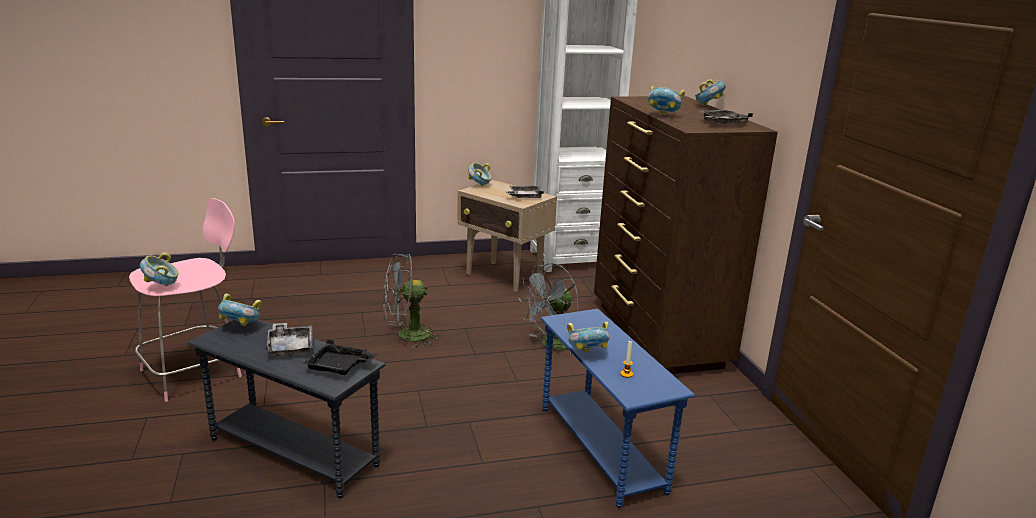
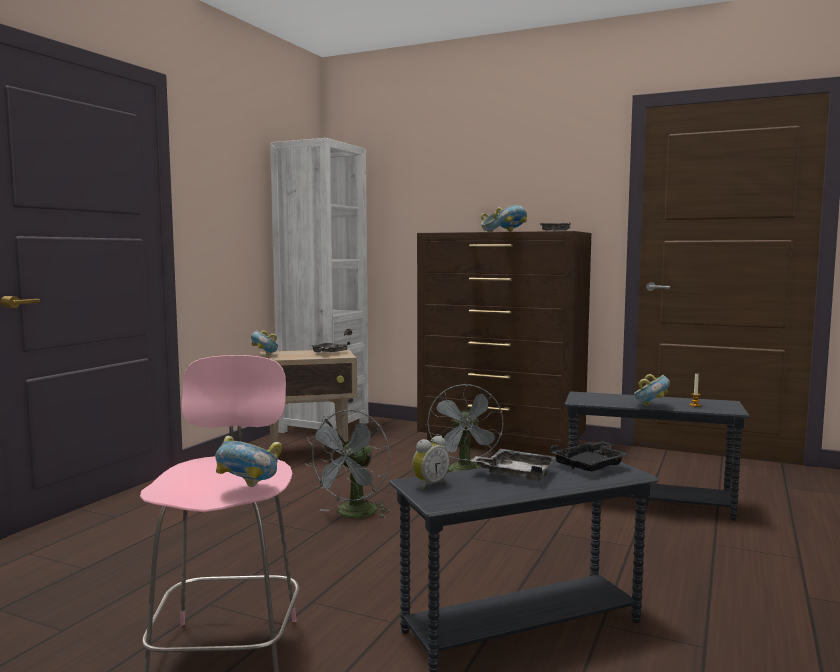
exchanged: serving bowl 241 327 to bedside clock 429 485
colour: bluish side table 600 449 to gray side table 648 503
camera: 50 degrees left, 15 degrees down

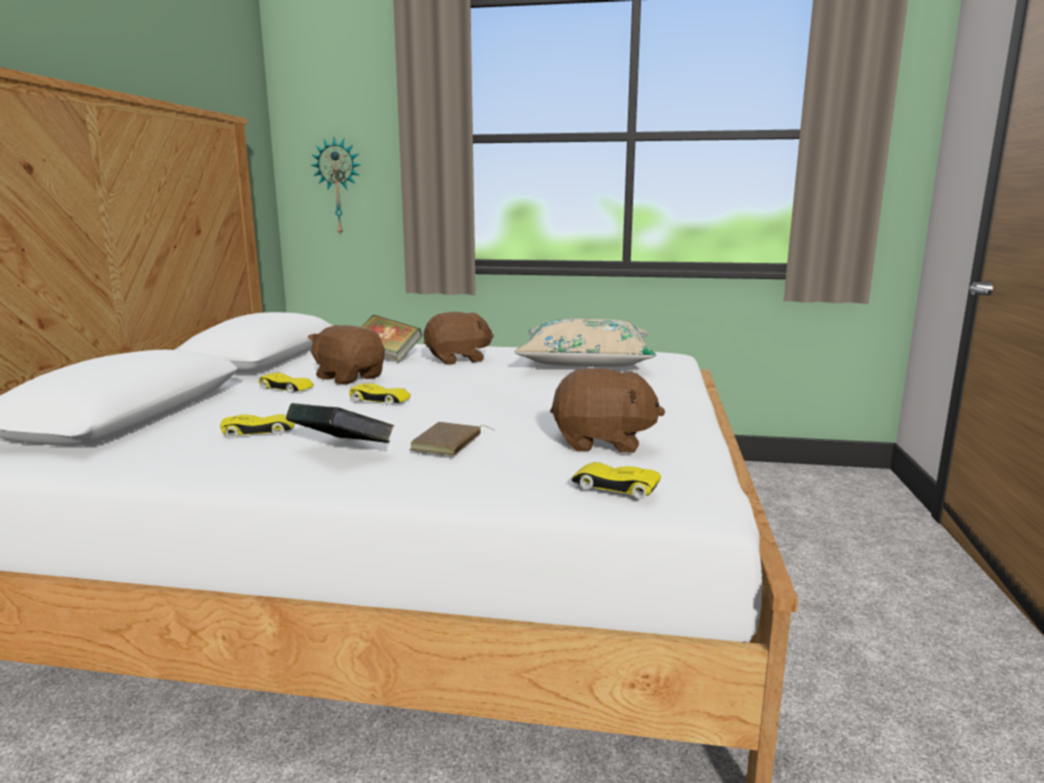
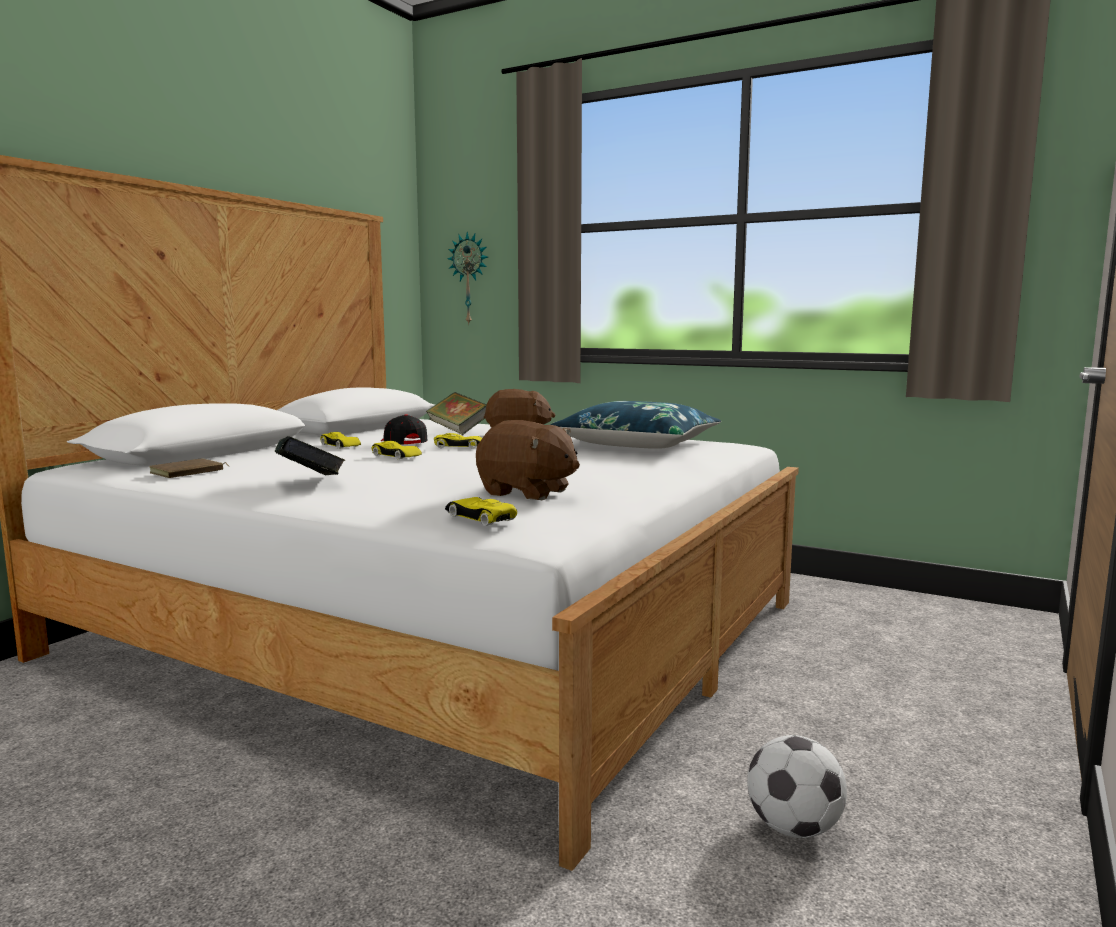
appeared: ball for football 793 828
relocated: yellowish miniature car 259 431 to 460 446; brownish bound book 449 443 to 188 472
exchanged: brownish plush toy 349 378 to black-coloured cap 403 442
colour: beige-coloured throw pillow 585 361 to bluish throw pillow 637 444
camera: 20 degrees right, 5 degrees down

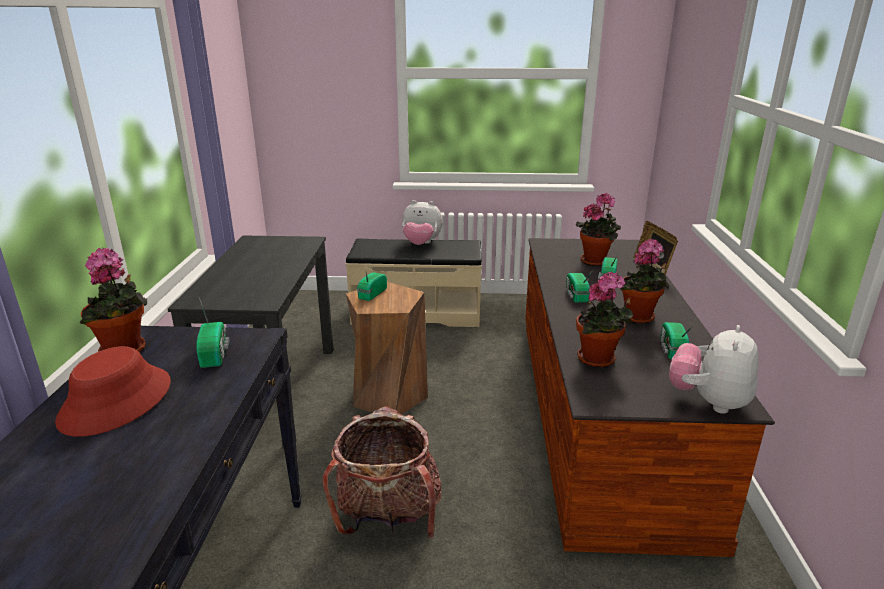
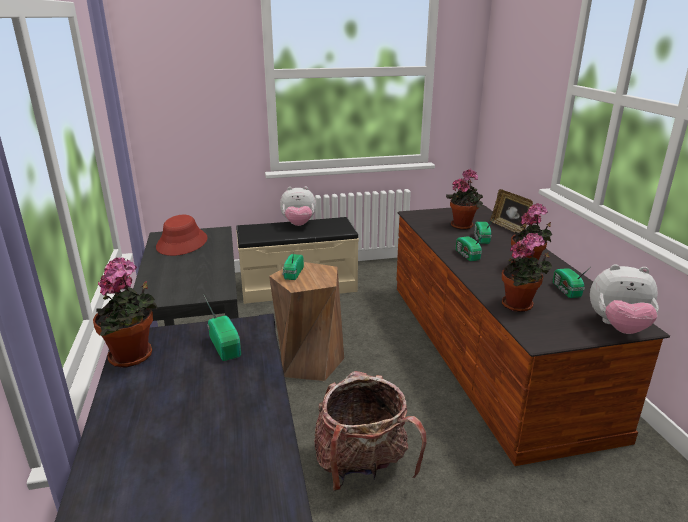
relocated: red-coloured hat 116 401 to 182 243
spun: plush toy 708 402 = 618 327 90 degrees counterclockwise
camera: 15 degrees left, 0 degrees up

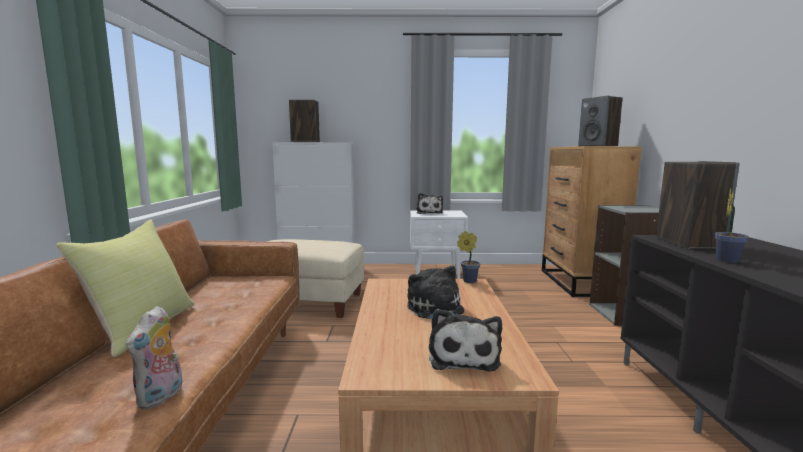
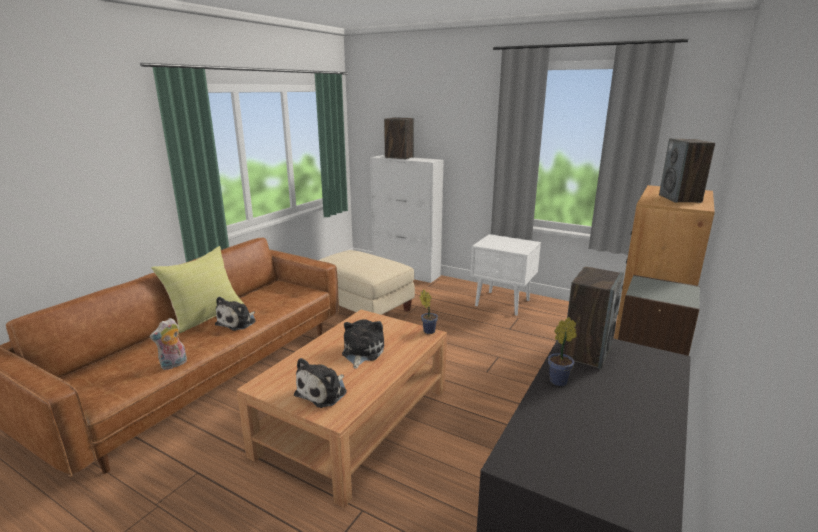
relocated: plush toy 429 213 to 238 322
camera: 30 degrees right, 10 degrees up

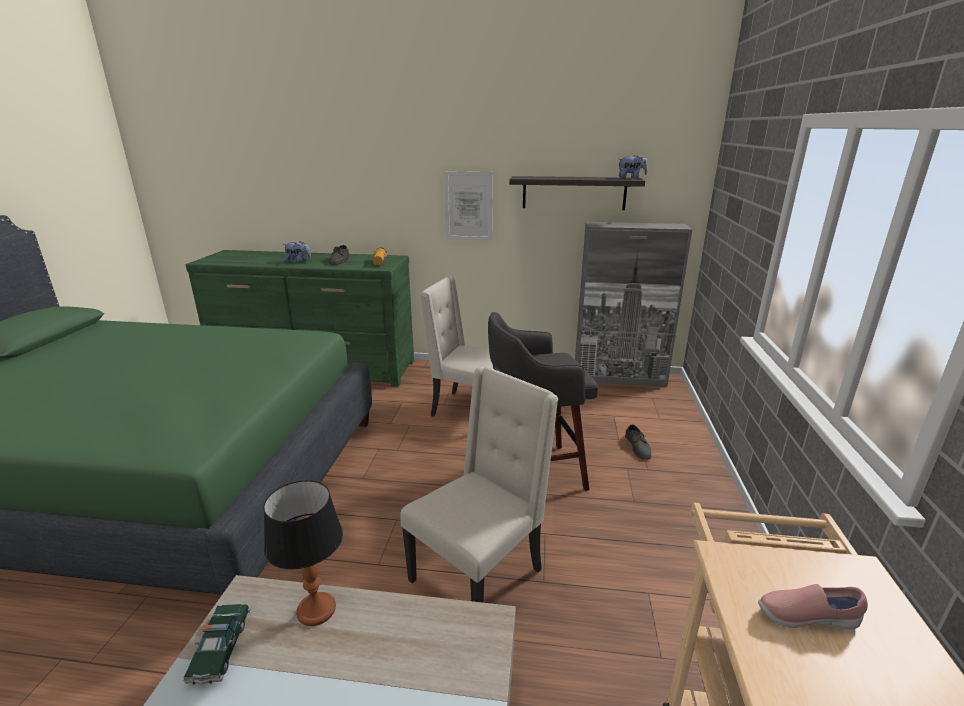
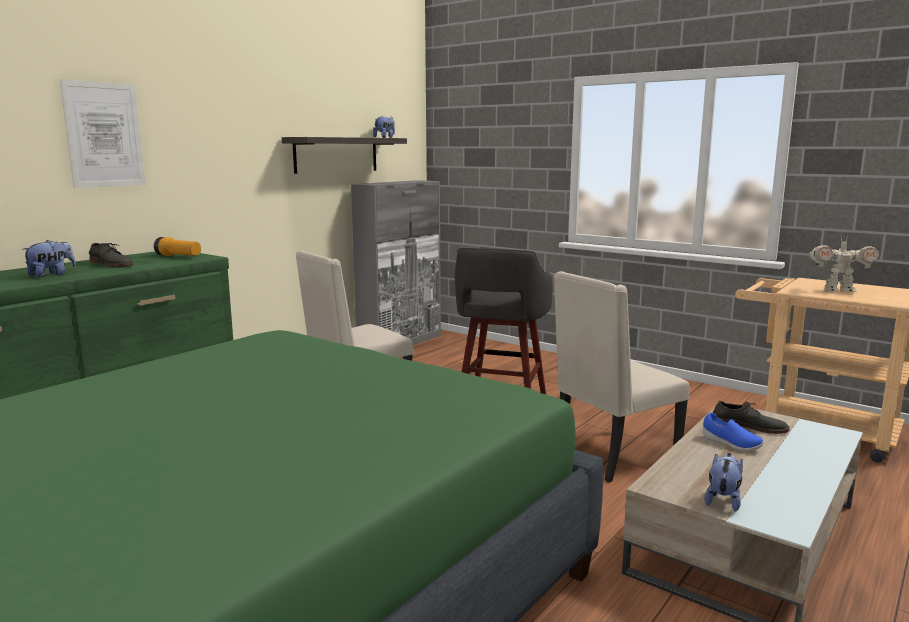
missing: tabletop lamp 317 610
appeared: bluish low shoe 731 444
relocated: wall art 468 206 to 104 135; gray low shoe 638 447 to 748 426
exchanged: pinkish low shoe 805 617 to robot figure 838 290; miniature car 220 648 to plush toy 723 500
spun: beige-coloured chair 479 575 = 612 456 105 degrees counterclockwise
camera: 60 degrees left, 10 degrees down

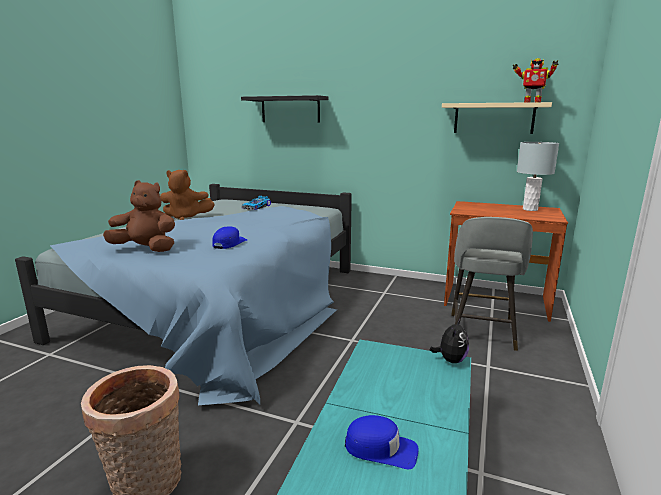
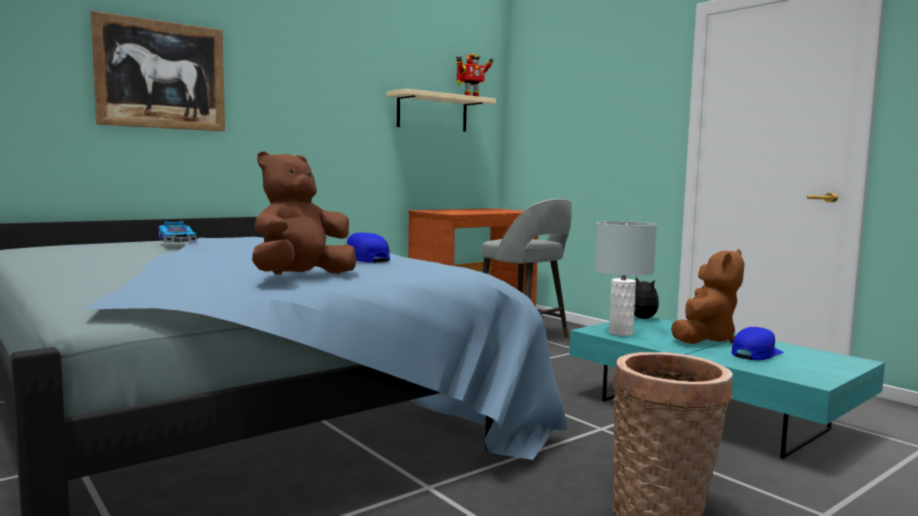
relocated: gray tabletop lamp 530 209 to 621 333; brownish plush toy 186 217 to 704 339
exchanged: black-coloured bracket shelf 290 109 to wall art 161 75
camera: 60 degrees left, 10 degrees down

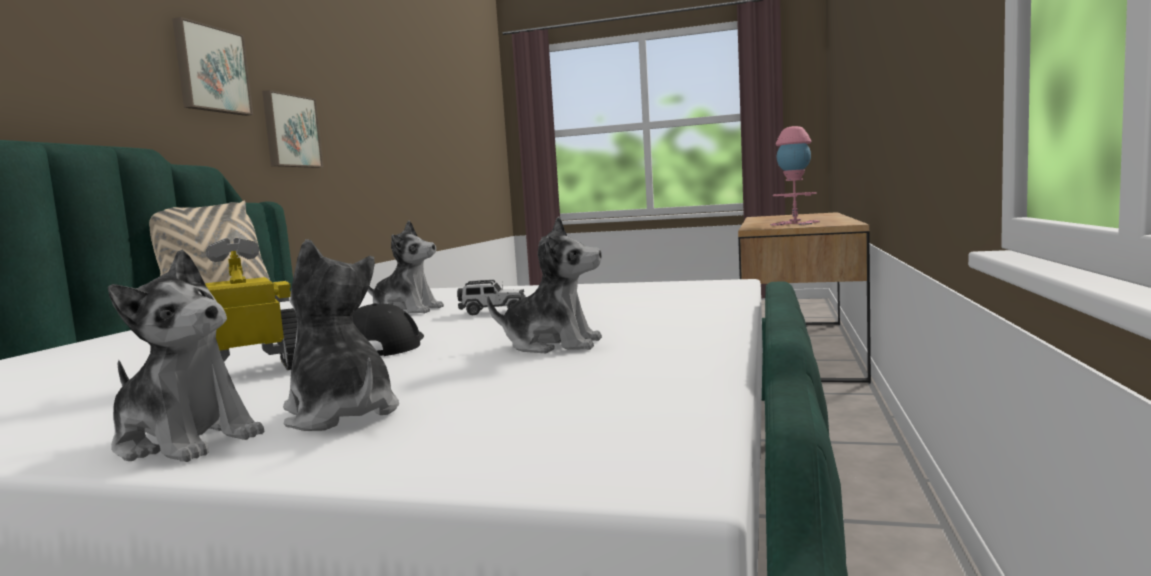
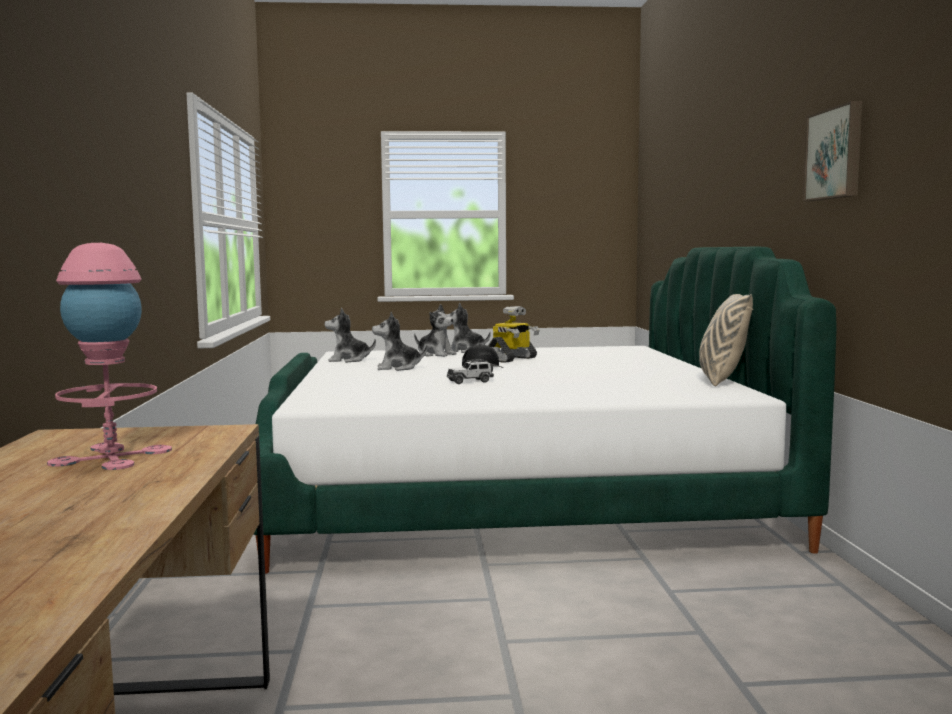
missing: wall art 290 131
relocated: plush toy 407 310 to 348 360
camera: 160 degrees right, 0 degrees up

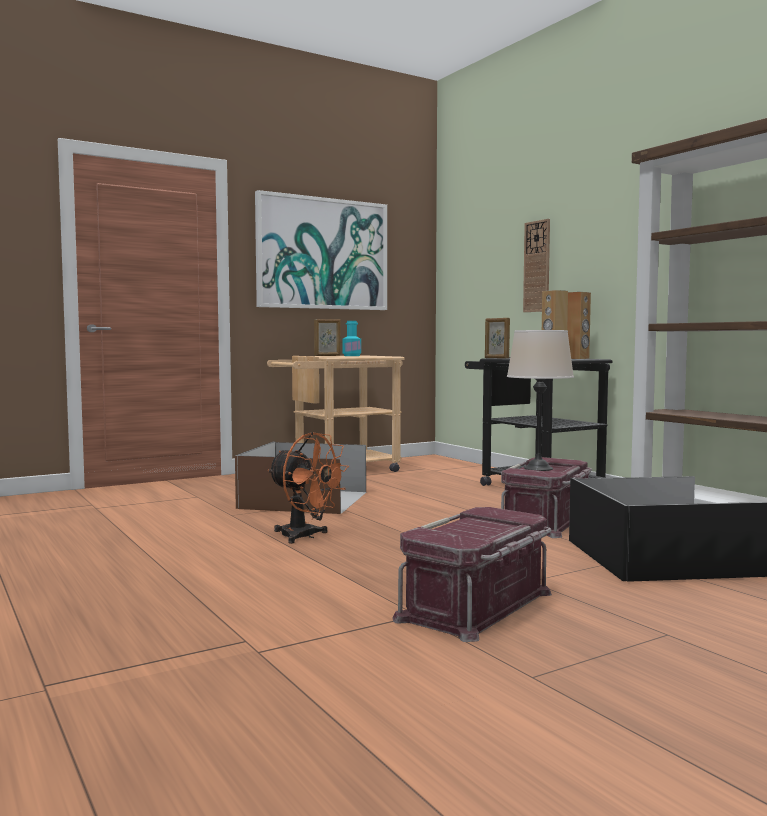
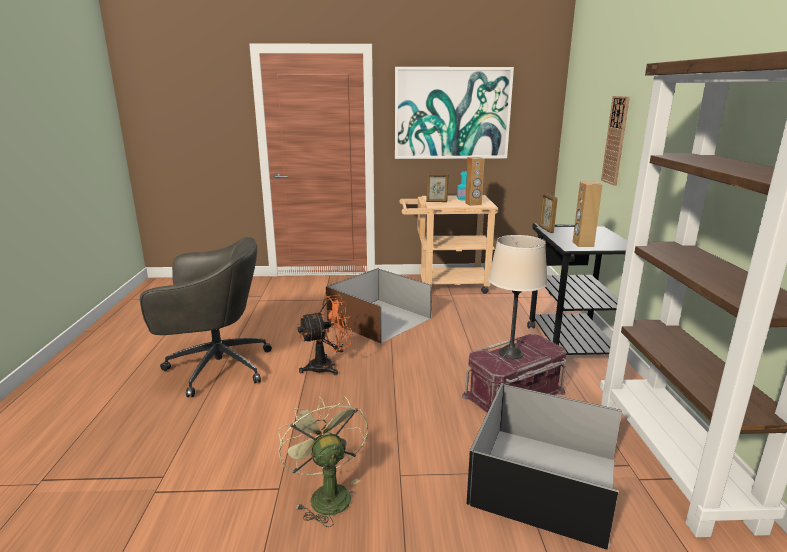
appeared: gray computer chair 215 367
relocated: brownish loudspeaker 577 358 to 473 204
exchanged: red-coloured storage container 477 606 to greenish fan 326 494
spun: orange-coloured fan 305 537 = 327 366 90 degrees counterclockwise
camera: 30 degrees right, 15 degrees up

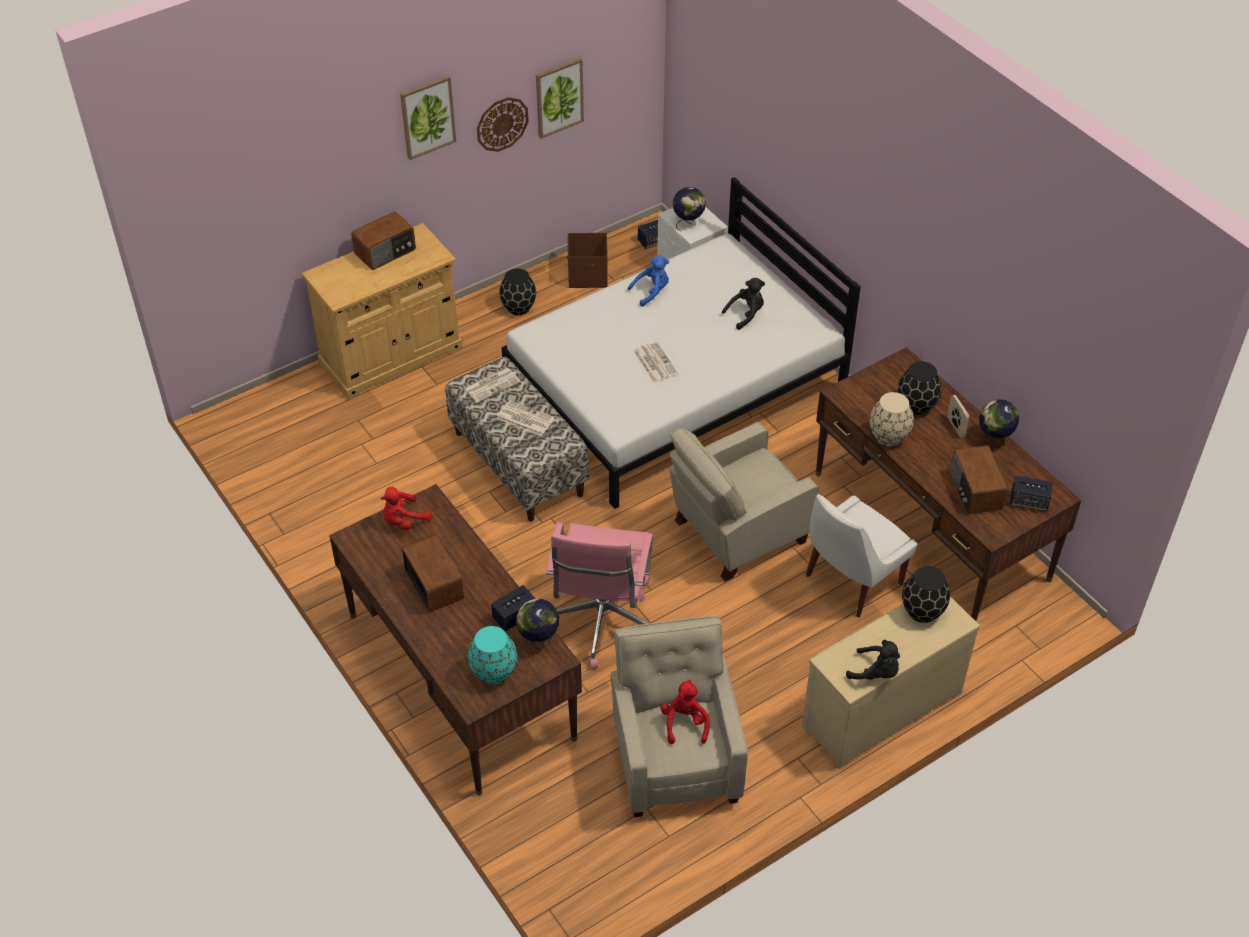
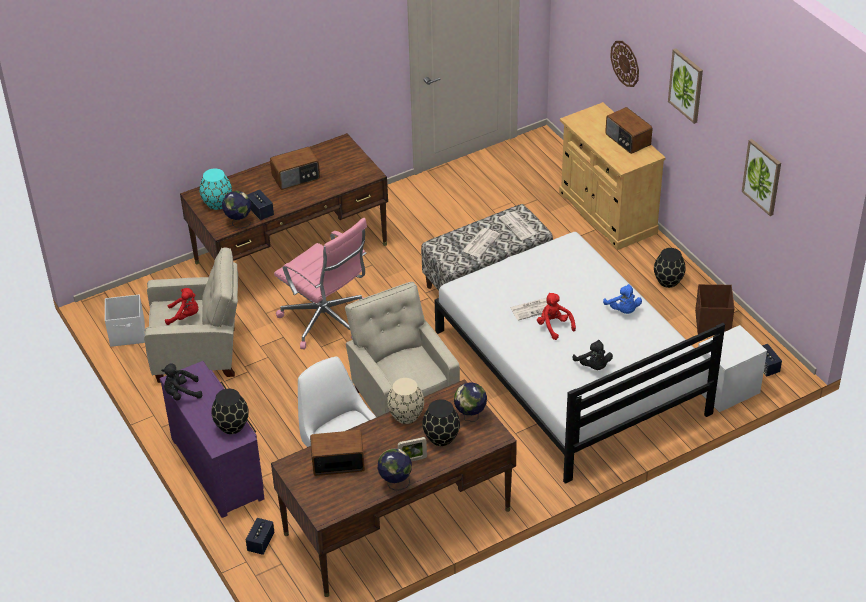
appeared: whitish storage container 128 334
relocated: clock on the wall 502 124 to 625 63; desk globe 688 223 to 470 416; loudspeaker 1028 502 to 261 543; red-coloured plush toy 404 520 to 554 326
colour: beige-coloured chest of drawers 879 706 to purple-coloured chest of drawers 220 466
spun: pinkish computer chair 601 621 = 326 321 150 degrees counterclockwise; black-coloured plush toy 876 673 = 181 393 45 degrees clockwise
camera: 95 degrees right, 5 degrees down

